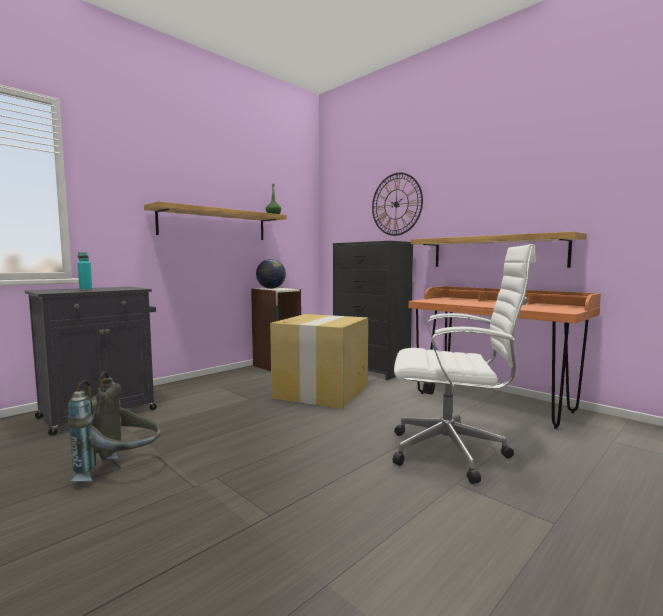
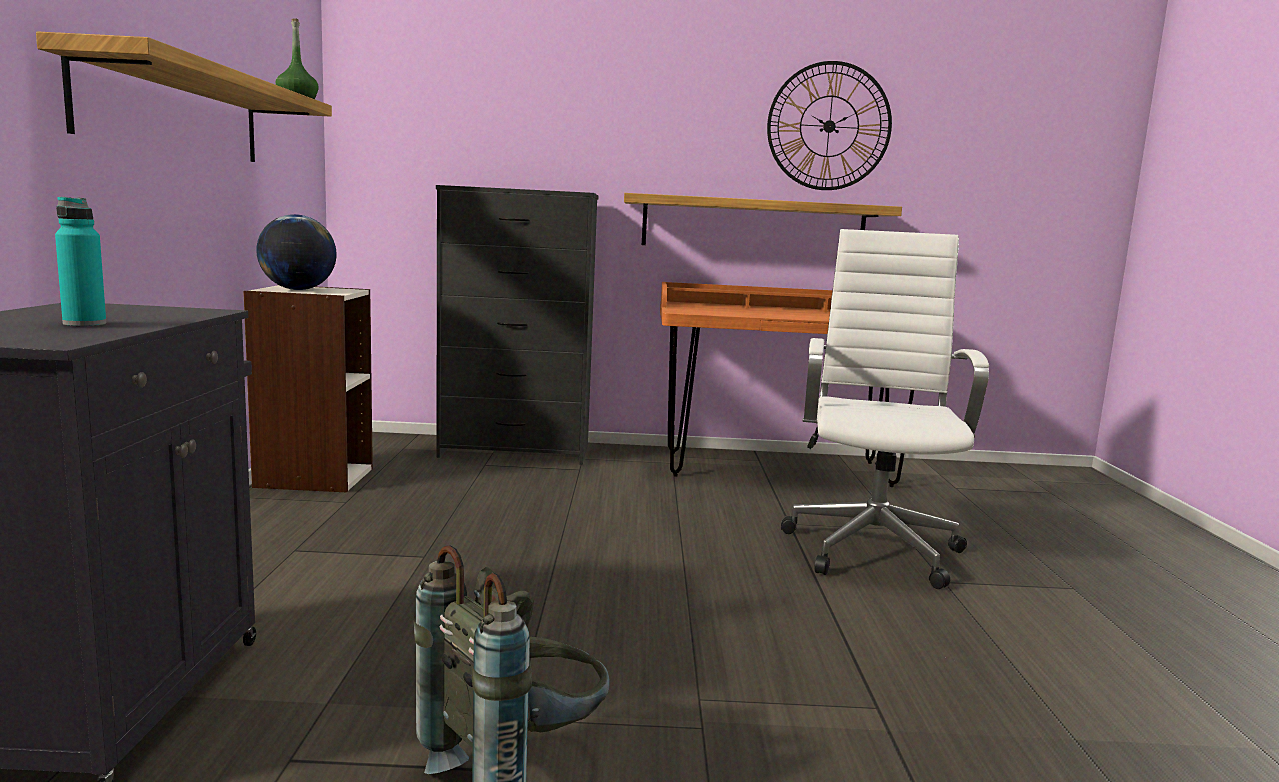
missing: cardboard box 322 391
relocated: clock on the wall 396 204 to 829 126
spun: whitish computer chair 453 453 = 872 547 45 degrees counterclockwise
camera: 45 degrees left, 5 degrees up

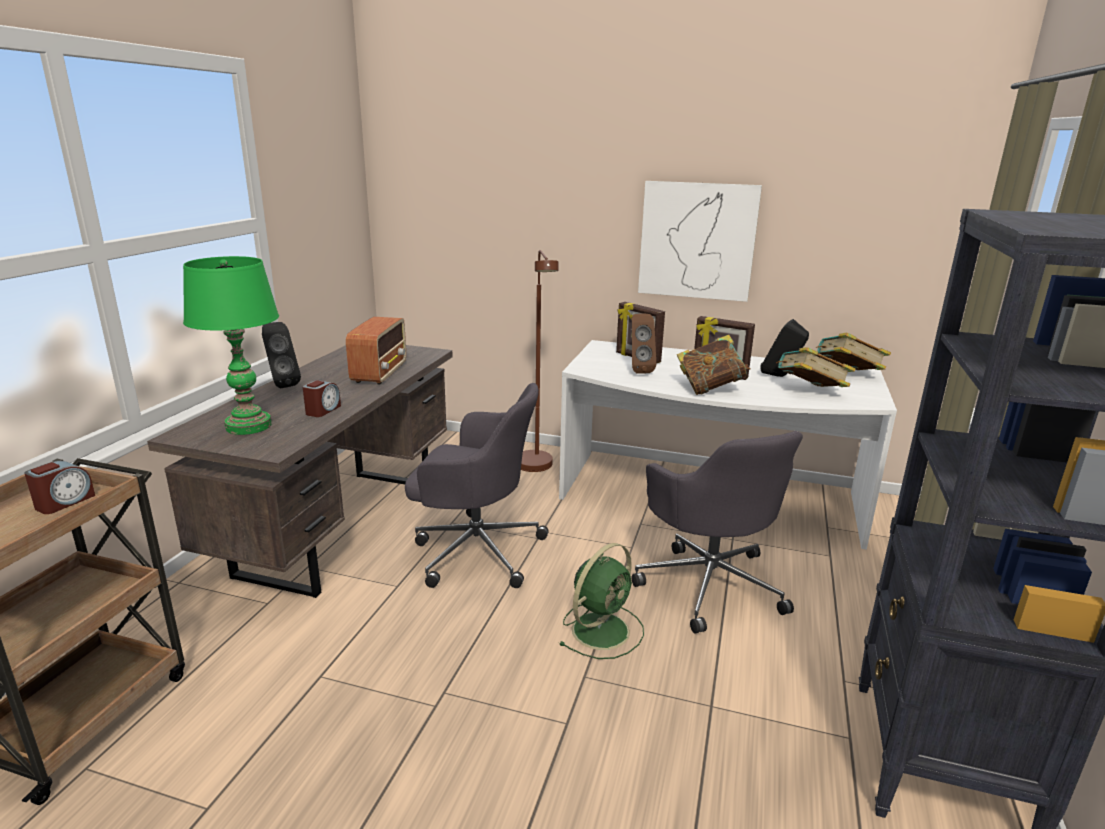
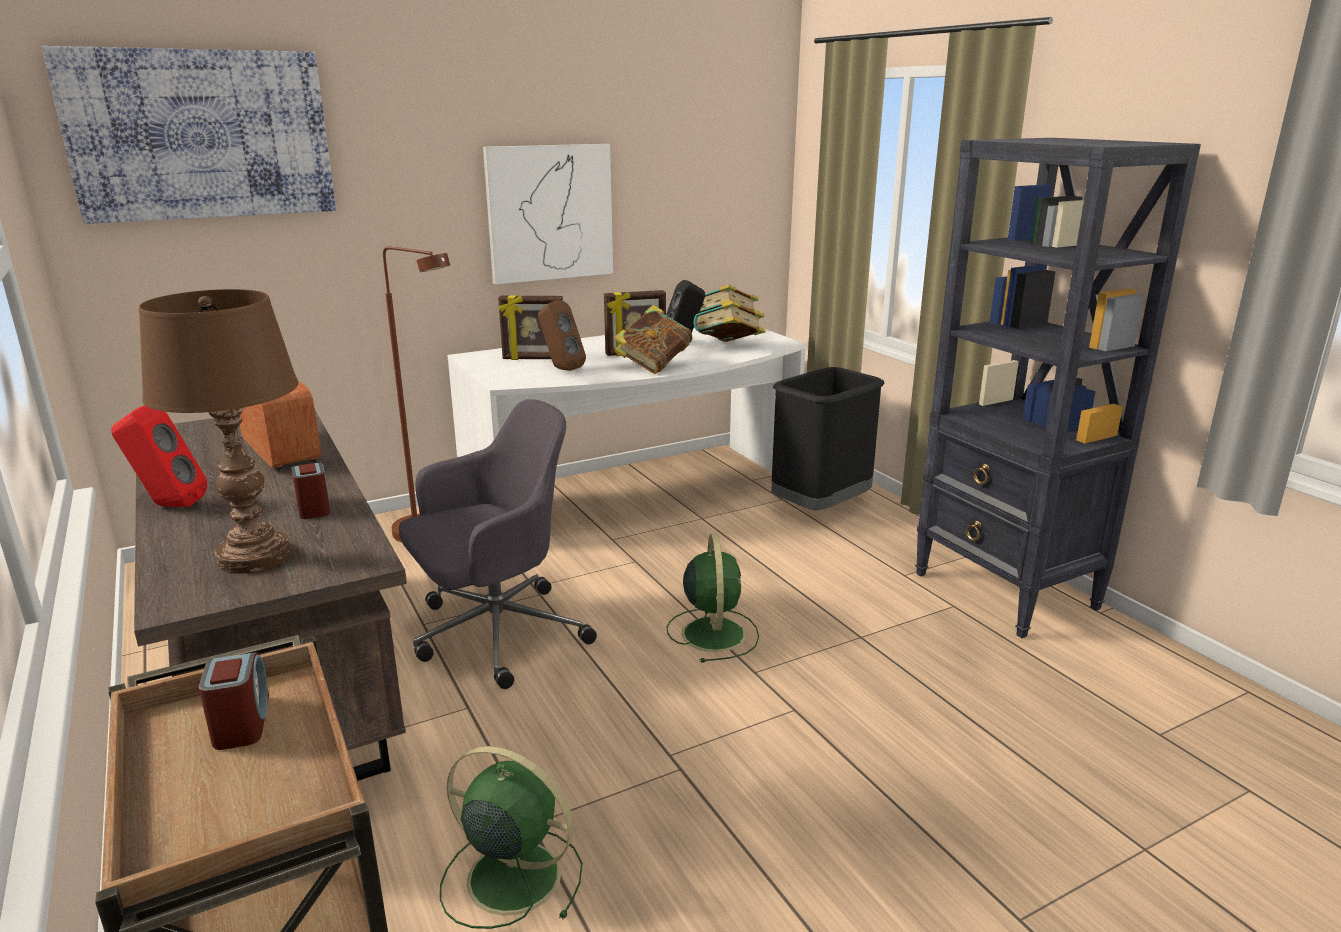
missing: gray computer chair 709 583
appeared: wall art 201 135; black-coloured waste bin 820 508; greenish fan 510 876
colour: greenish tabletop lamp 248 426 to brownish tabletop lamp 255 557; black-coloured loudspeaker 281 384 to red-coloured loudspeaker 167 505
camera: 45 degrees left, 0 degrees up

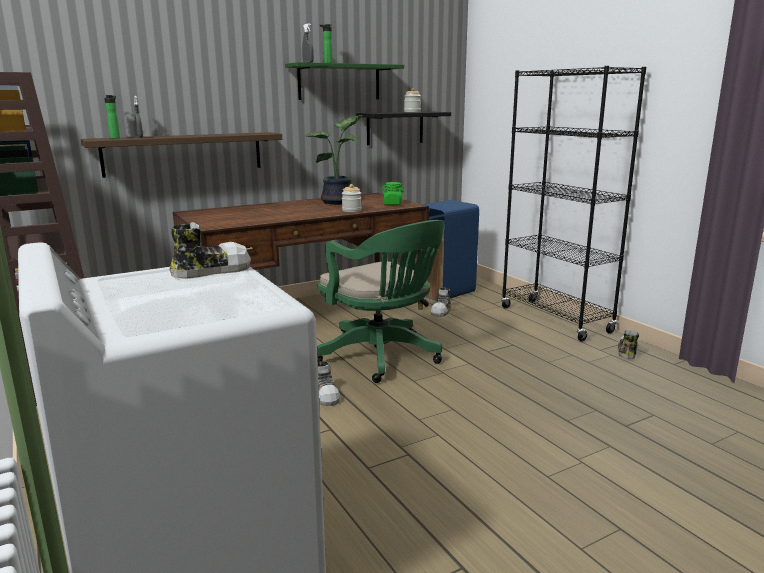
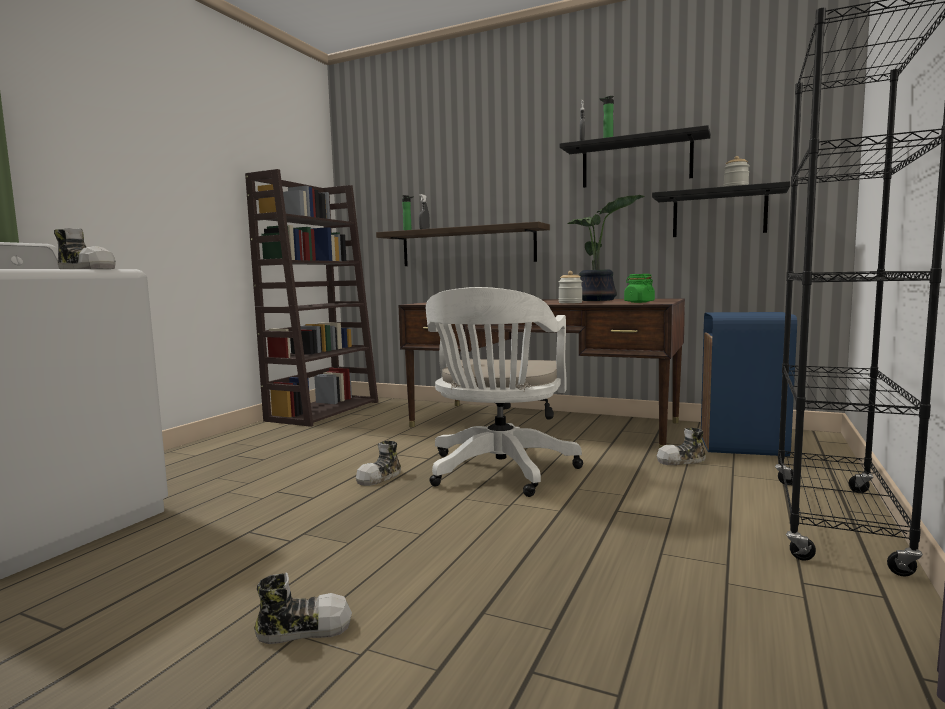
relocated: low shoe 626 351 to 304 628
colour: greenish bracket shelf 339 82 to black-coloured bracket shelf 636 162; greenish computer chair 383 357 to whitish computer chair 499 472
camera: 55 degrees right, 10 degrees down

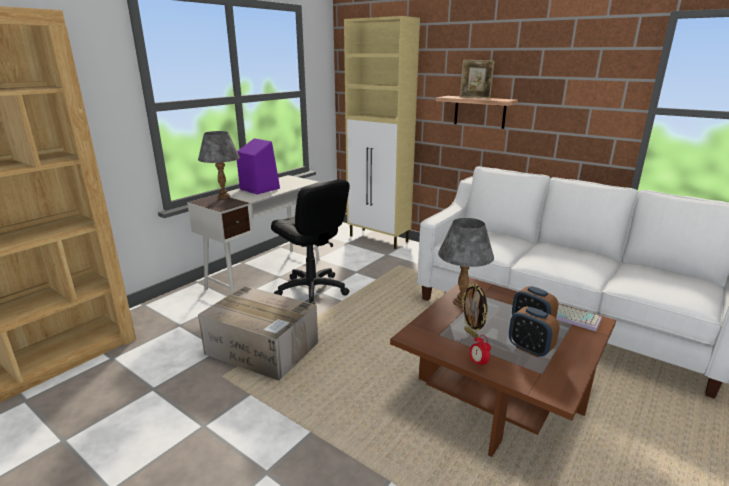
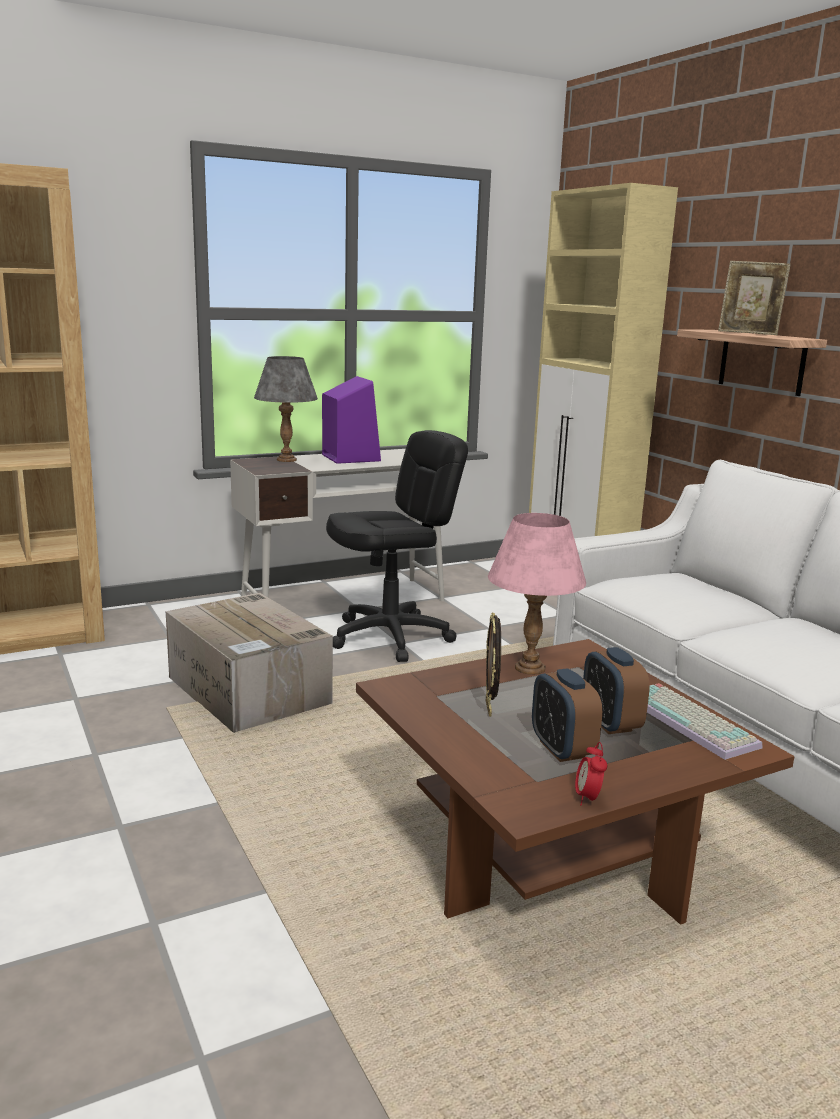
relocated: bedside clock 478 363 to 588 798
colour: gray tabletop lamp 461 302 to pinkish tabletop lamp 530 668
spun: black-coloured computer chair 311 290 = 391 637 105 degrees counterclockwise
camera: 25 degrees right, 5 degrees down

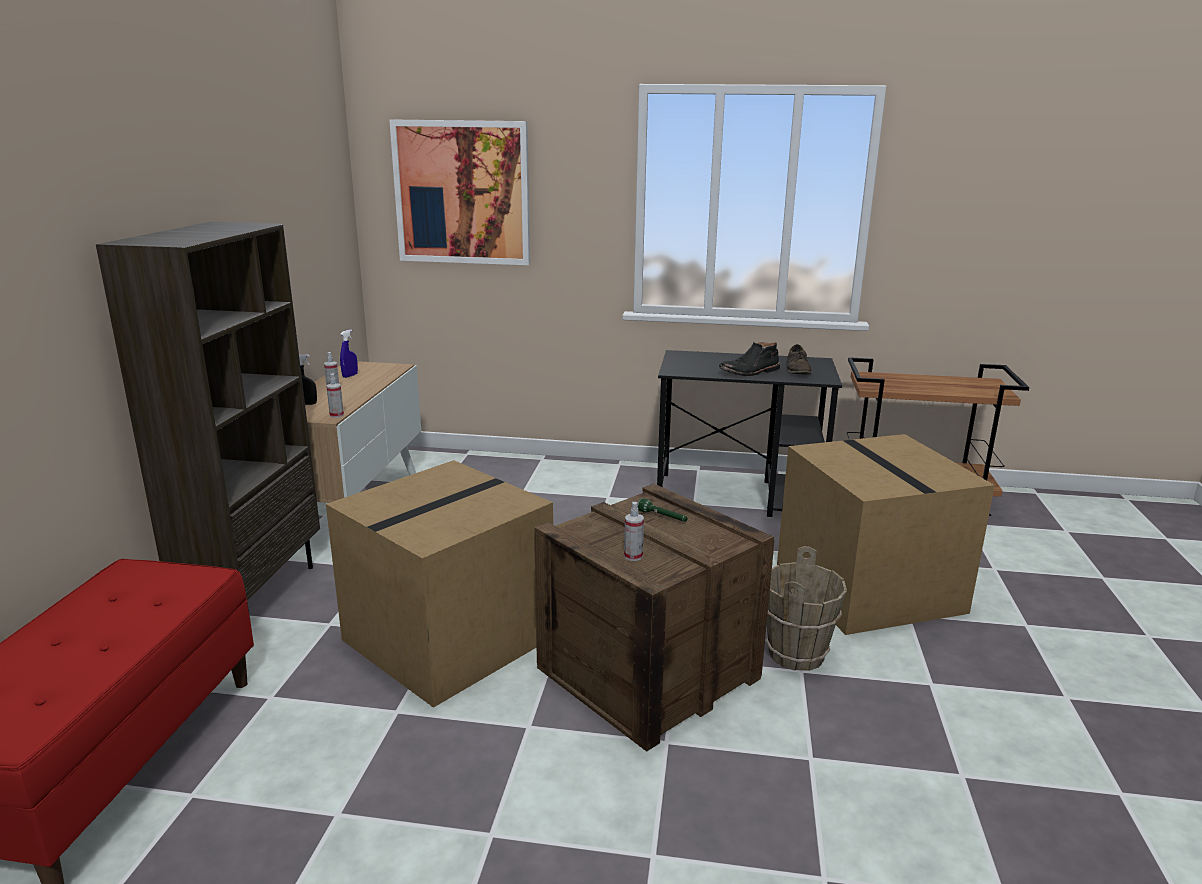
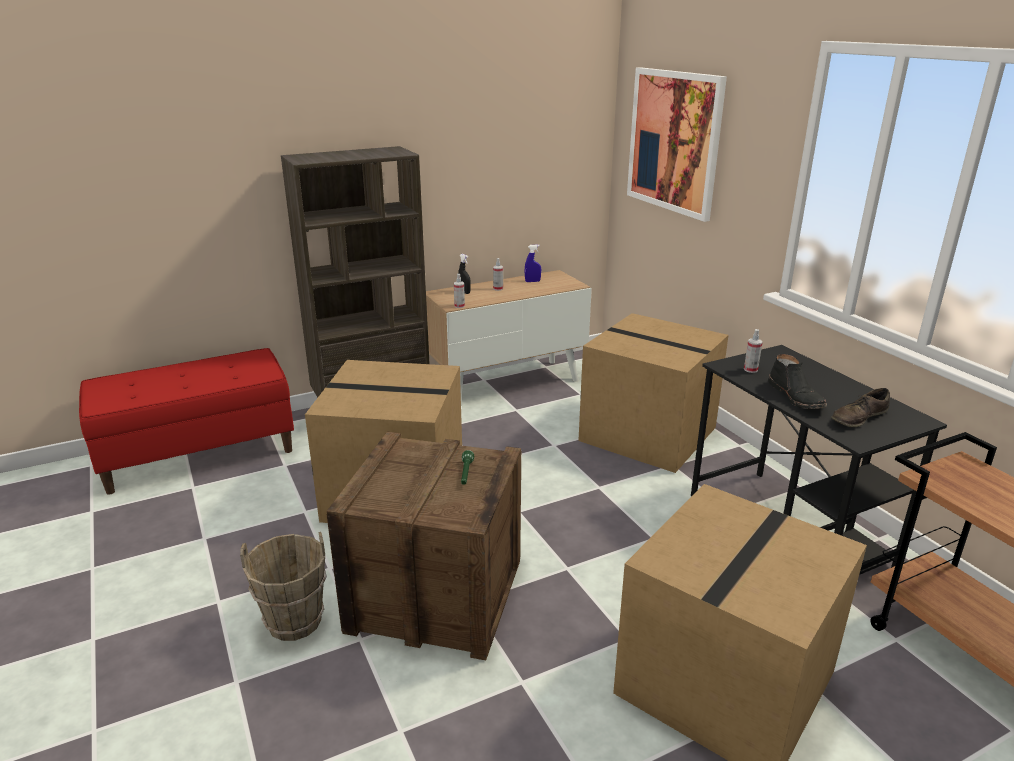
appeared: cardboard box 650 433
relocated: hand sprayer 633 556 to 750 369; brownish pail 797 654 to 295 622
spun: black-coloured tall boot 750 372 = 796 397 135 degrees counterclockwise
camera: 55 degrees right, 5 degrees up

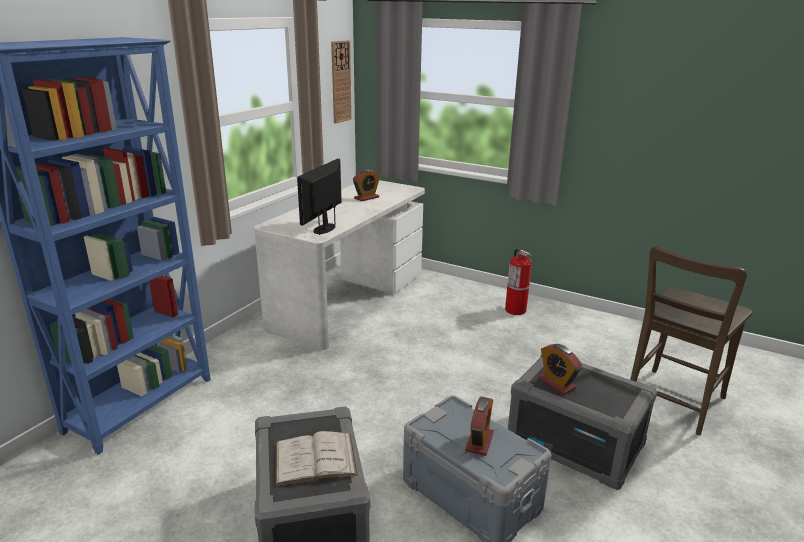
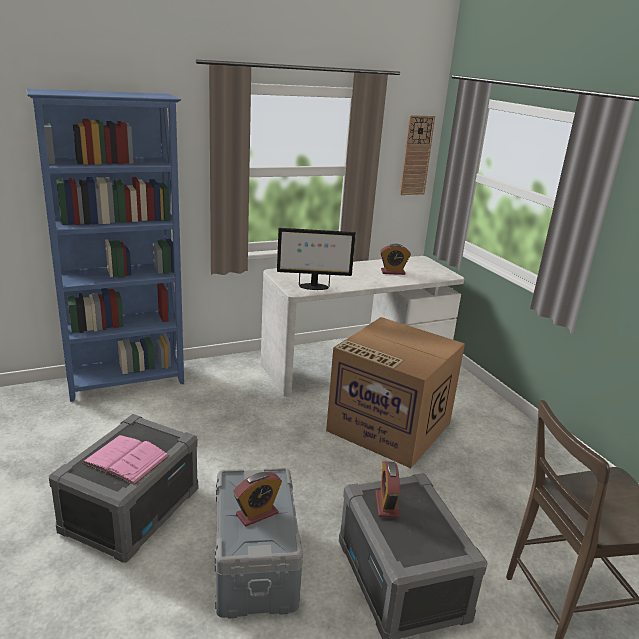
missing: fire-fighting cylinder 515 310
appeared: cardboard box 387 427
colour: whitish bound book 315 459 to pinkish bound book 126 459
spun: computer screen 324 228 = 313 287 150 degrees counterclockwise
camera: 35 degrees right, 0 degrees up

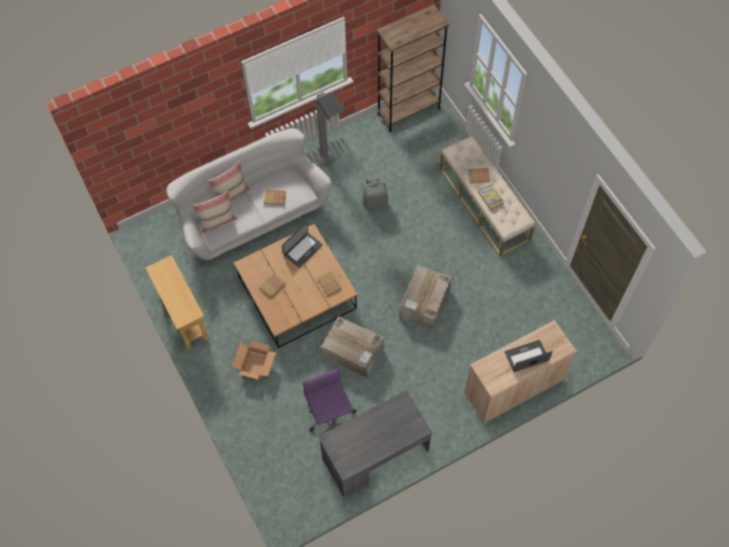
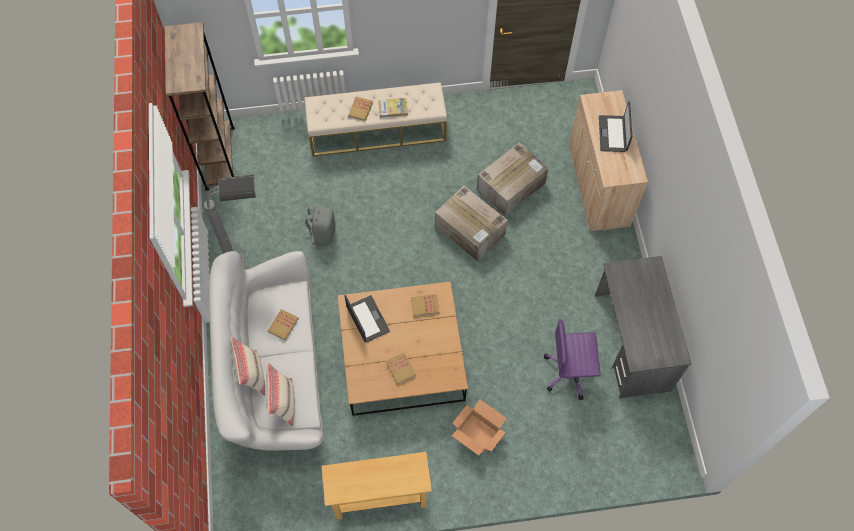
relocated: cardboard box 353 352 to 511 185
camera: 70 degrees left, 0 degrees up

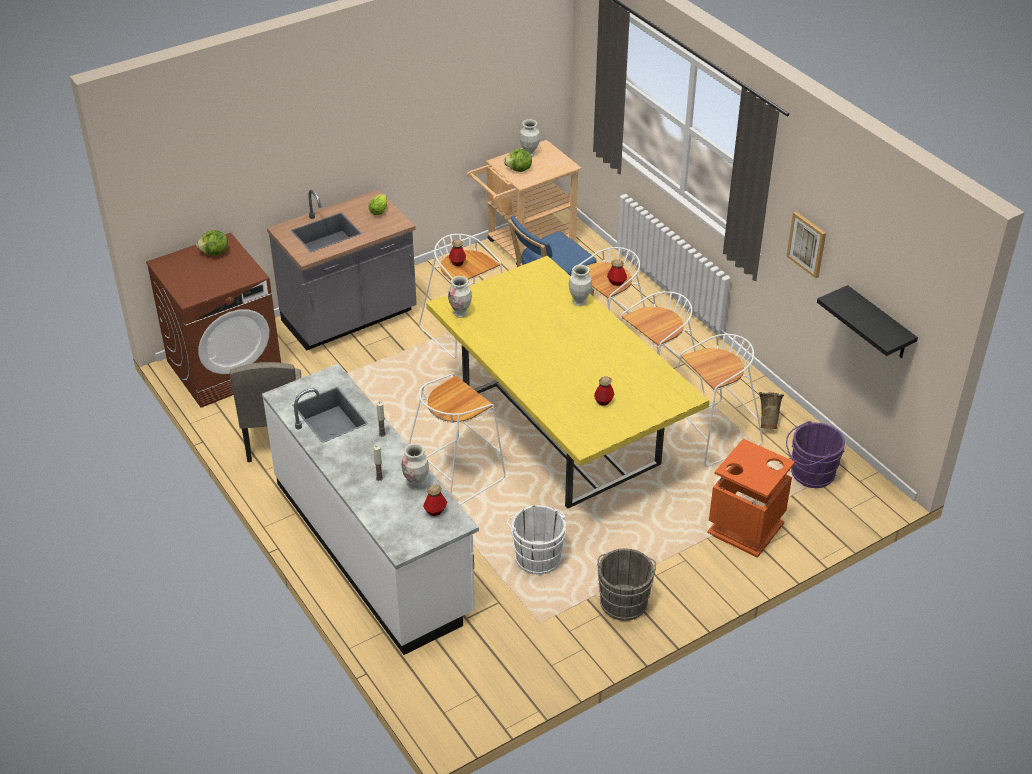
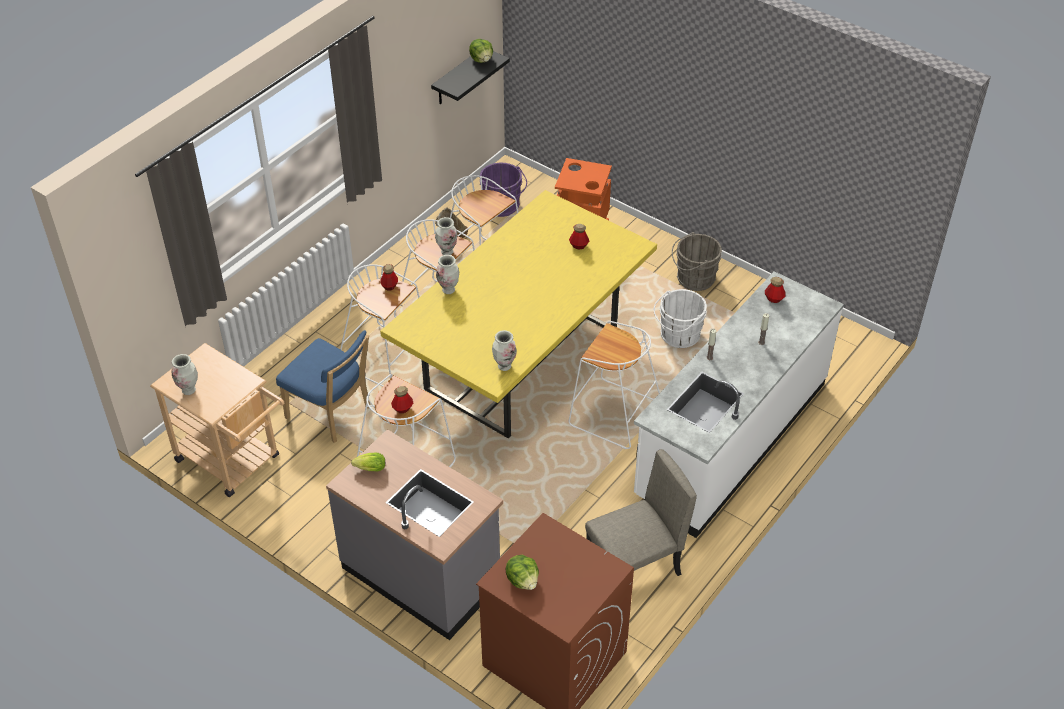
missing: wall art 807 244
relocated: lettuce 519 170 to 482 60; flower vase 416 484 to 447 252
camera: 110 degrees left, 5 degrees up

